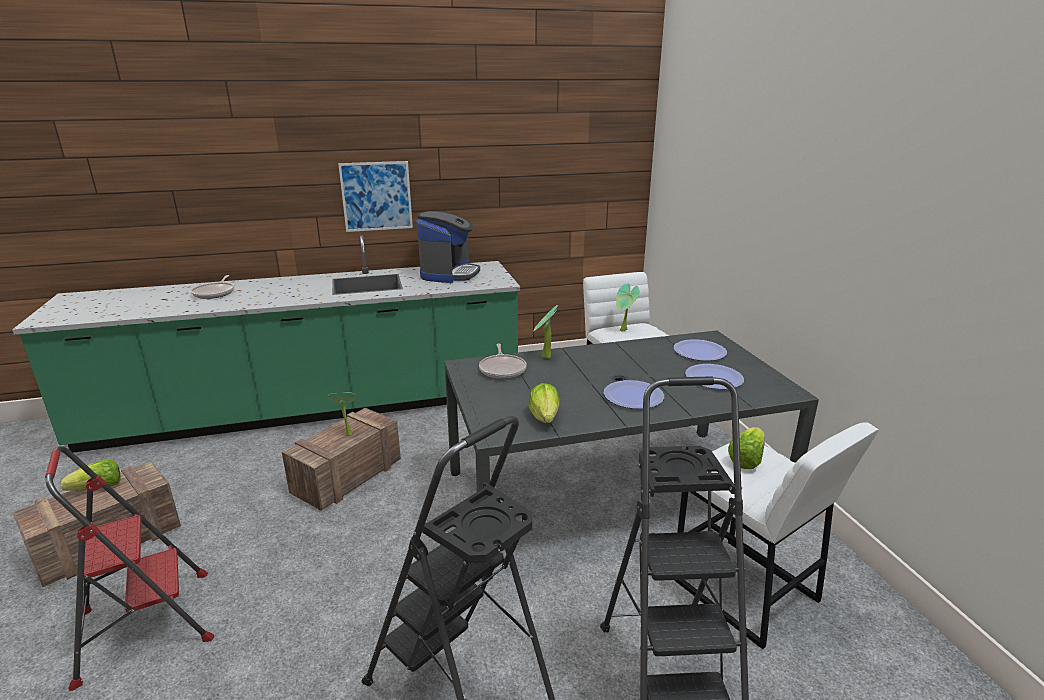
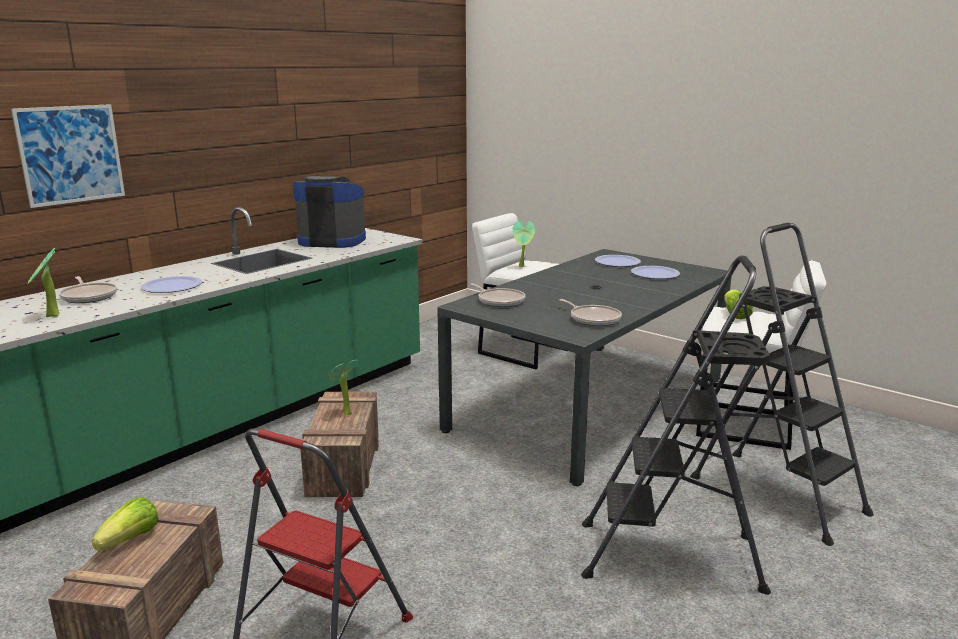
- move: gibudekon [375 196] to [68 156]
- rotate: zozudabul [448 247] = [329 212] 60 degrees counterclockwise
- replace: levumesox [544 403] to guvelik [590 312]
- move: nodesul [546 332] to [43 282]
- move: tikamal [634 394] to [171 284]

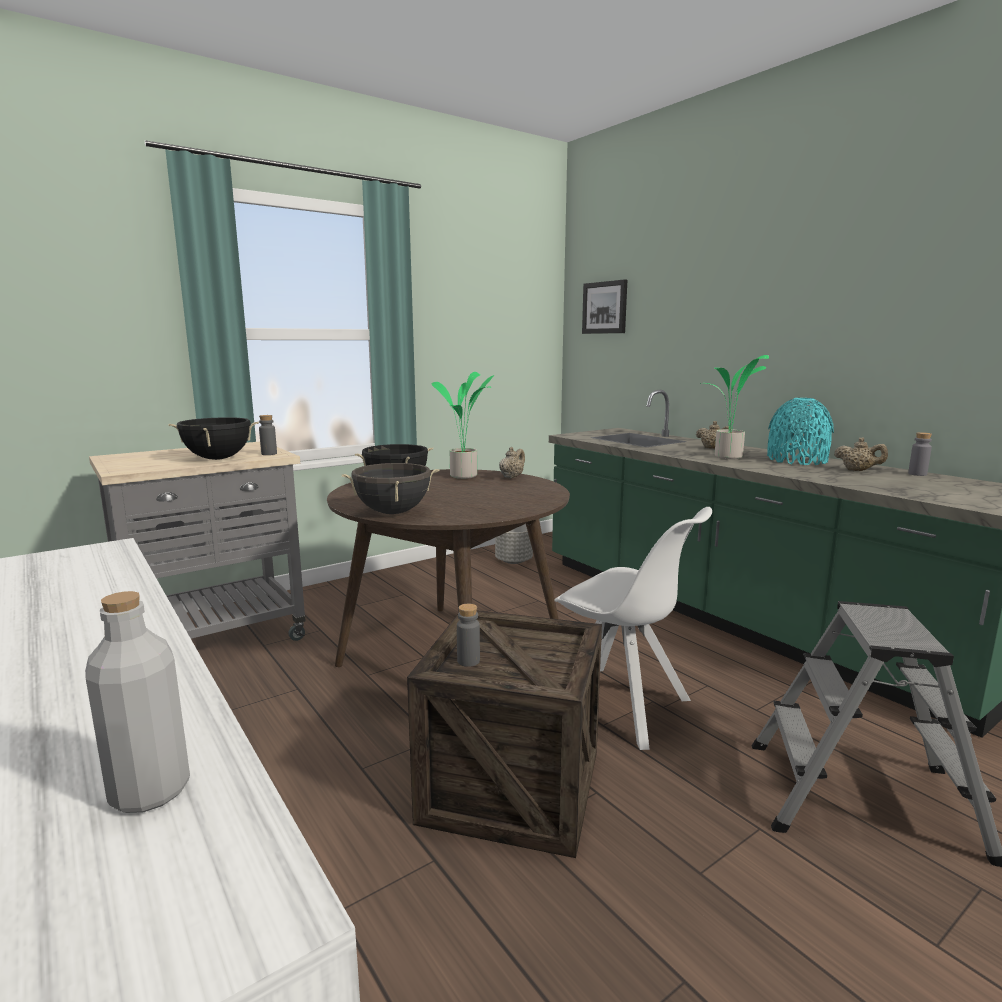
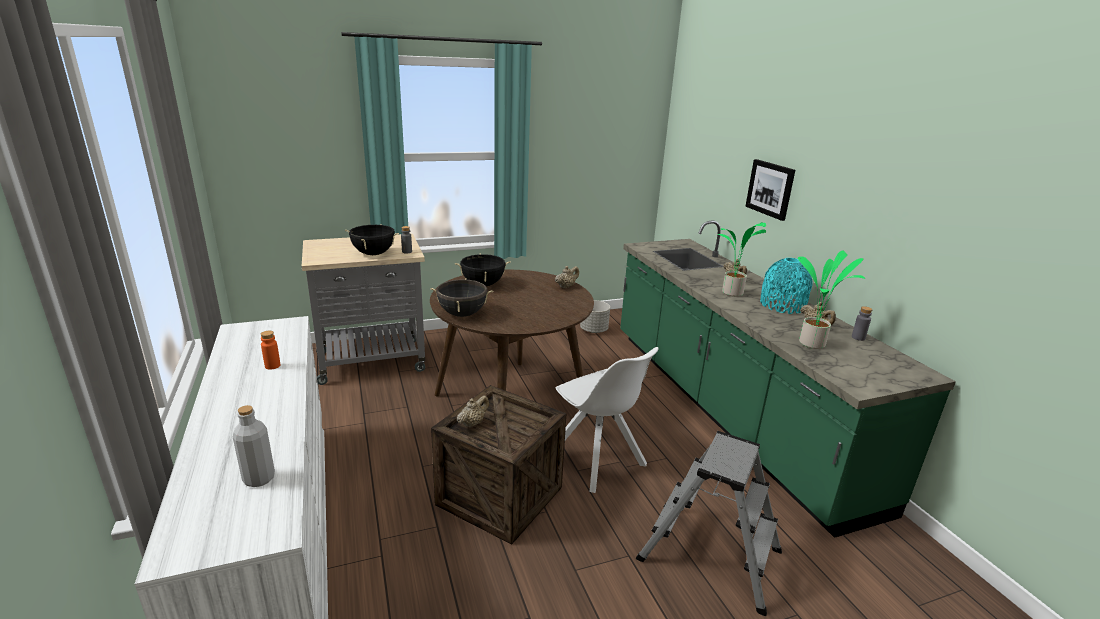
- move: nodesul [463 425] to [831 299]
- replace: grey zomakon [468 635] to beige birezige [473 411]
- move: gibudekon [604 306] to [770 190]
- insert: orange zomakon [271 350]

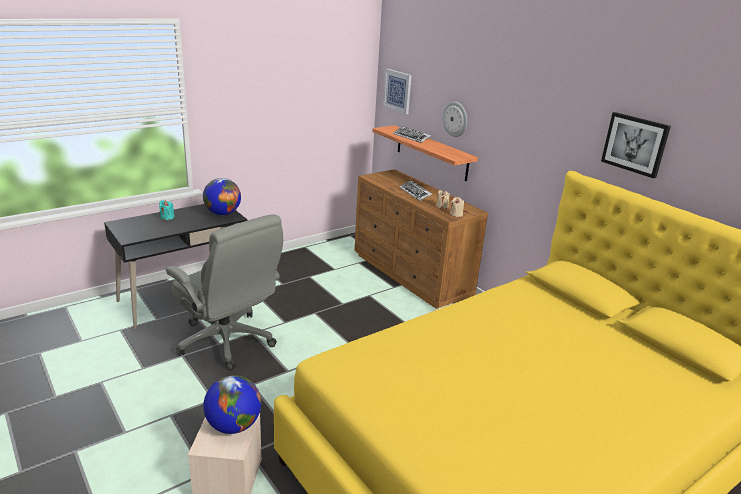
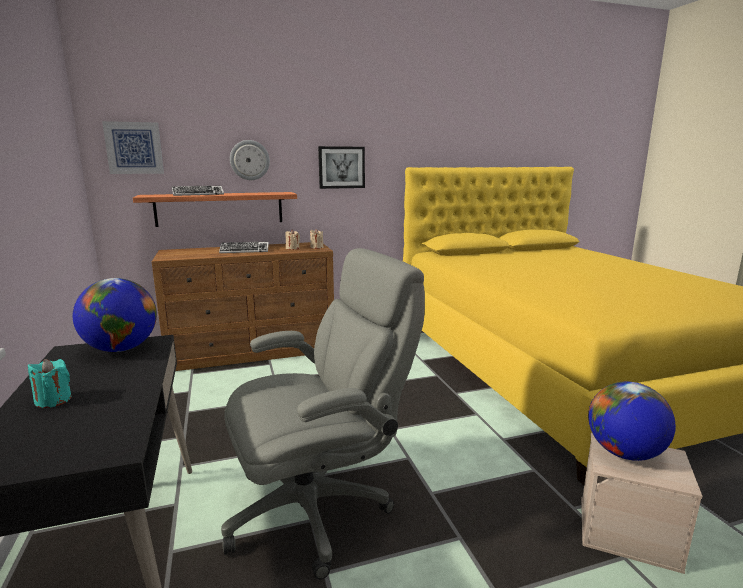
- move: gibudekon [636 145] to [341 167]

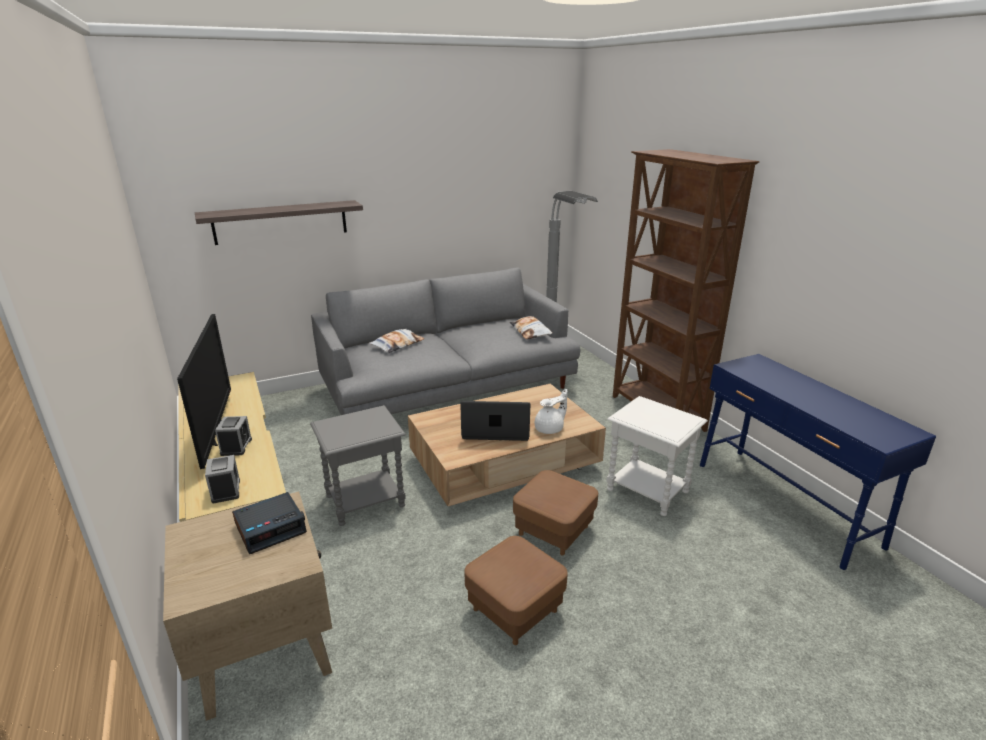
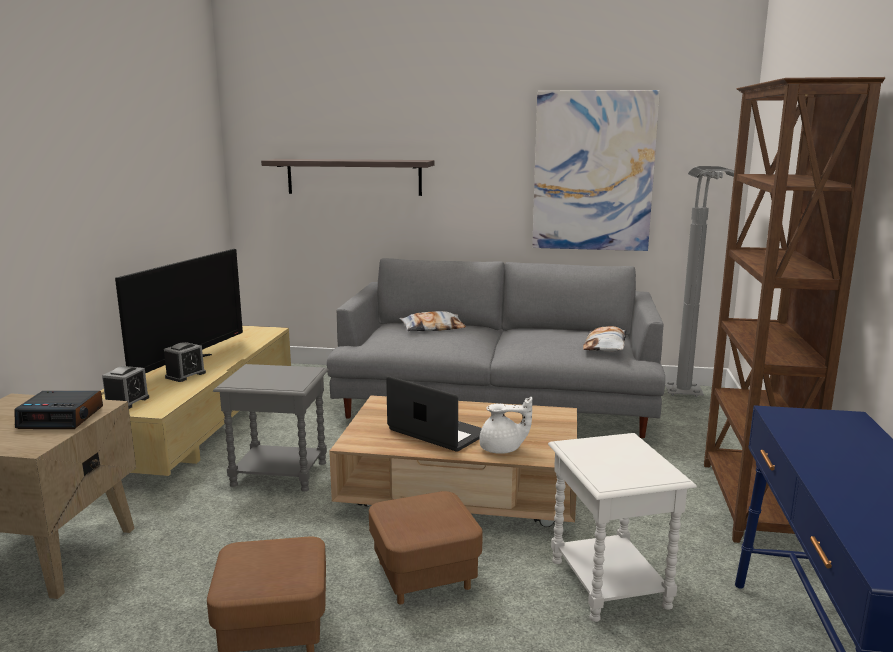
- insert: gibudekon [596 170]

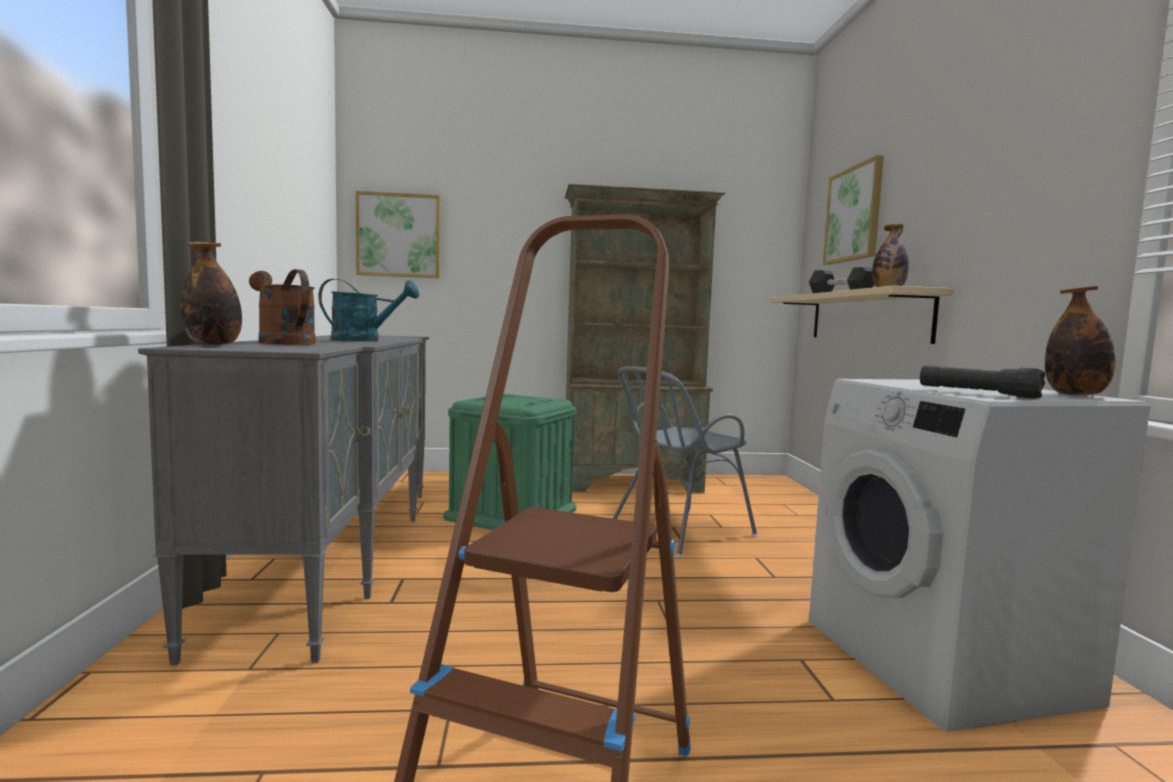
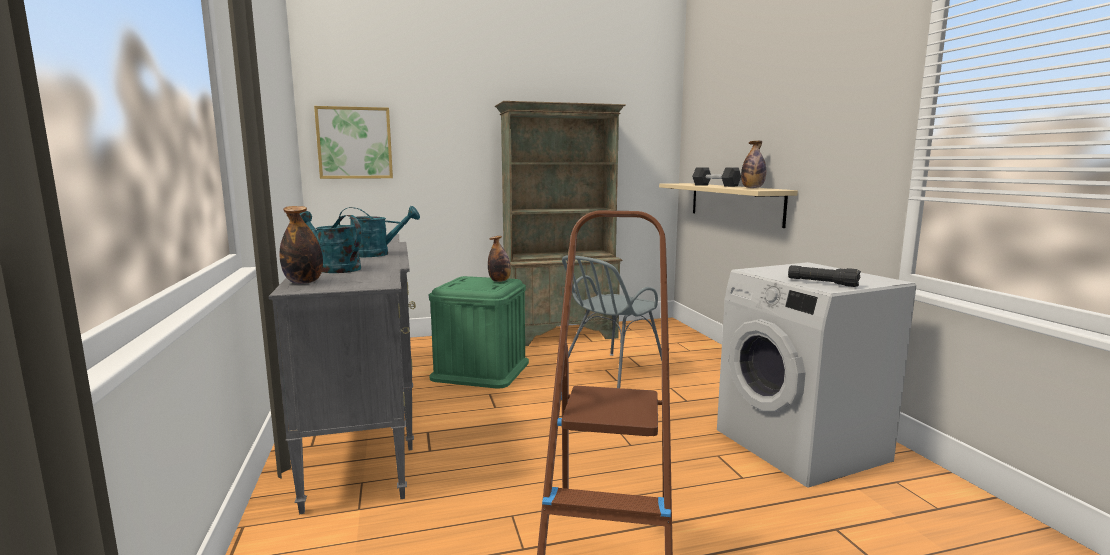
- recolor: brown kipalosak [282 307] to turquoise kipalosak [330 242]
- delete: gibudekon [853 210]
- move: zomakon [1080 340] to [499 259]

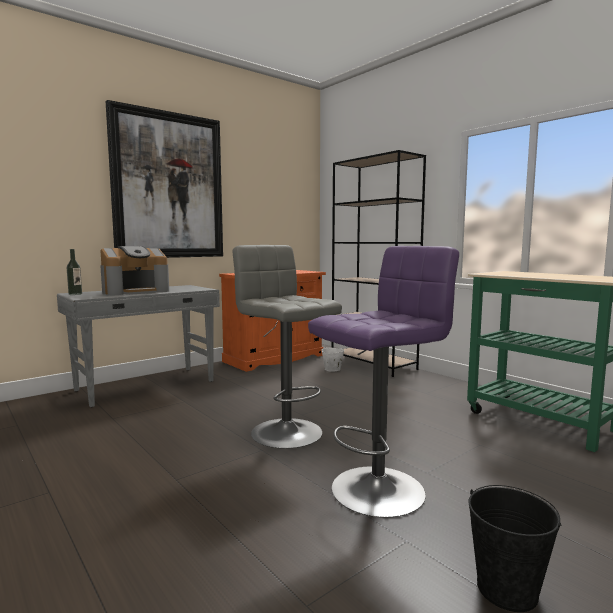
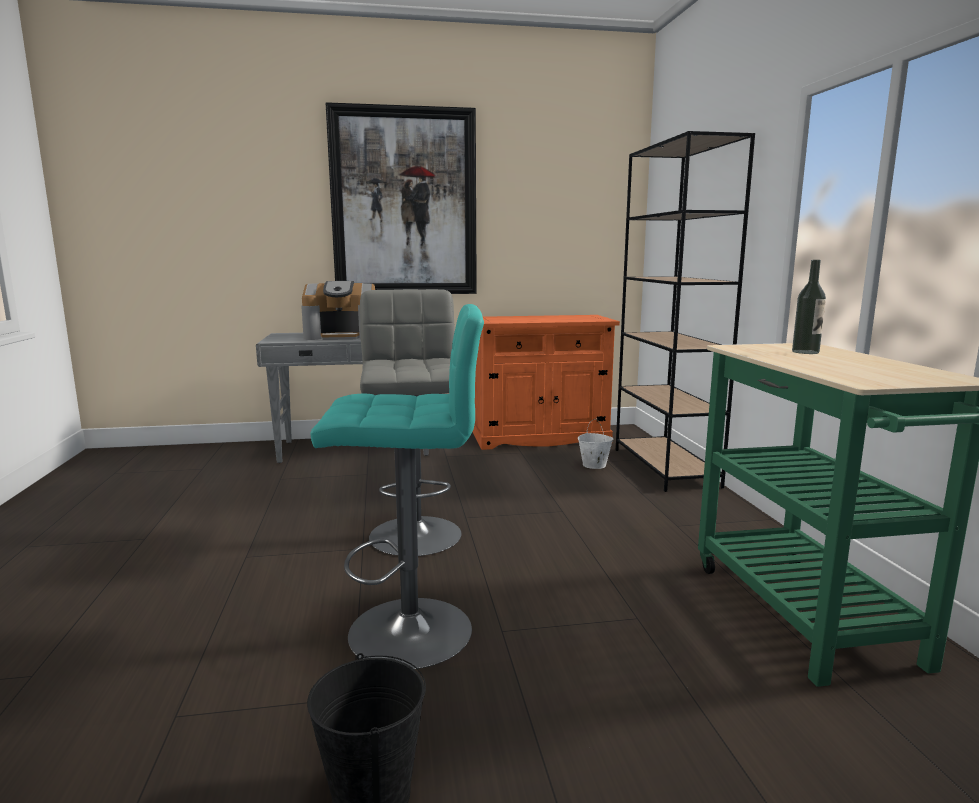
- move: zomakon [74 272] to [809 307]
- recolor: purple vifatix [383 382] to turquoise vifatix [397 486]

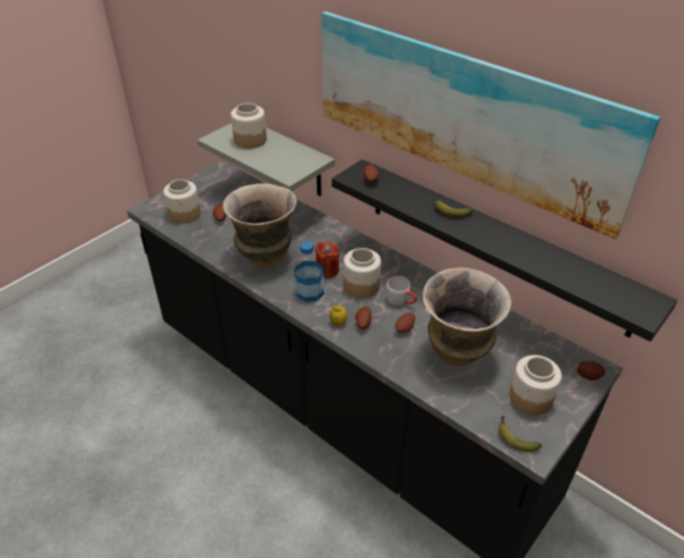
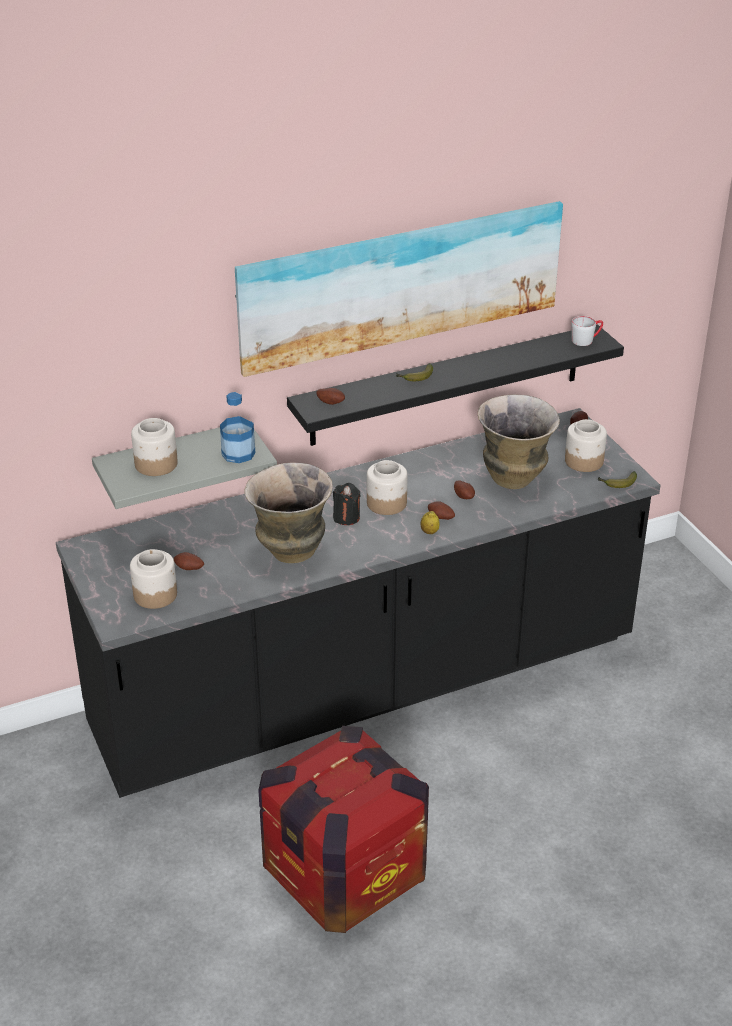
- move: zomakon [309 271] to [237 427]
- recolor: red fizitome [327 259] to black fizitome [347 504]
- move: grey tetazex [401 291] to [587 331]
- insert: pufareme [343 829]

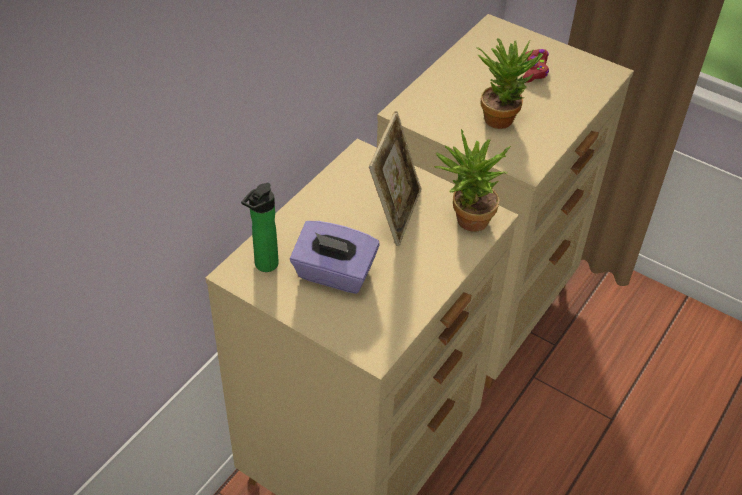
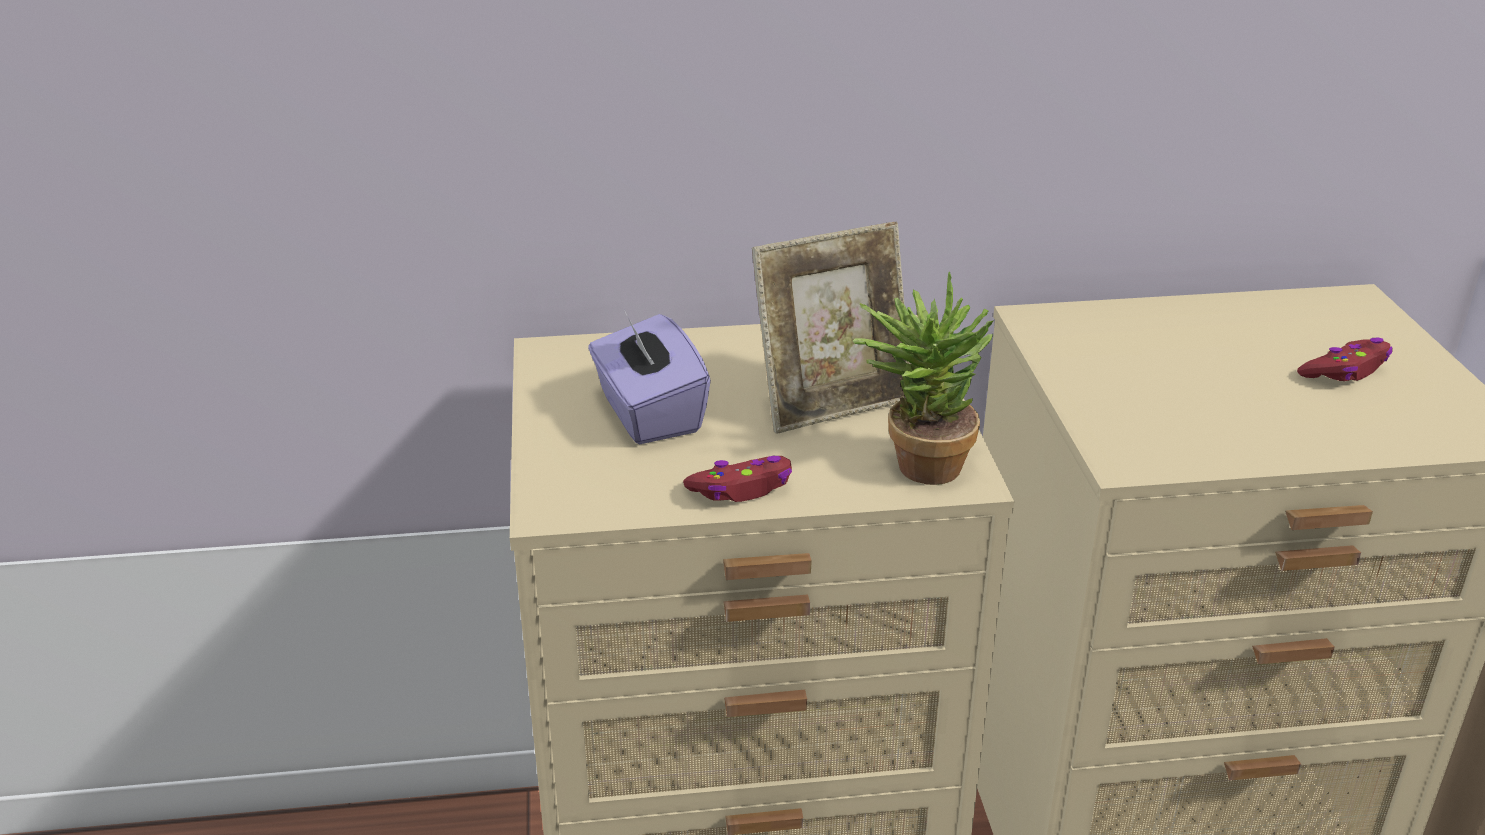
- delete: zomakon [260 227]
- delete: nodesul [509 83]
- insert: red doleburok [737 479]

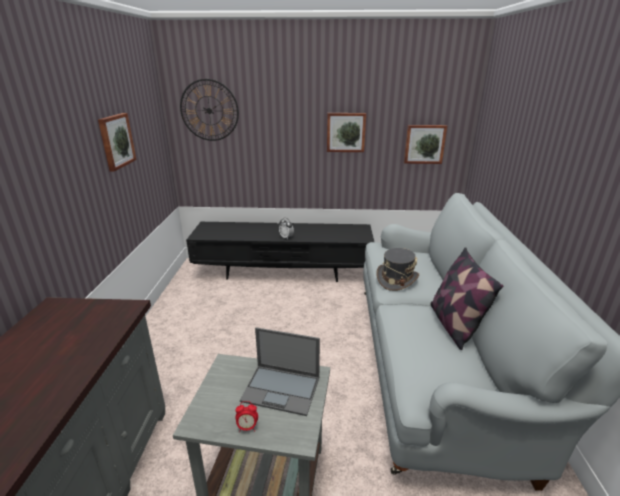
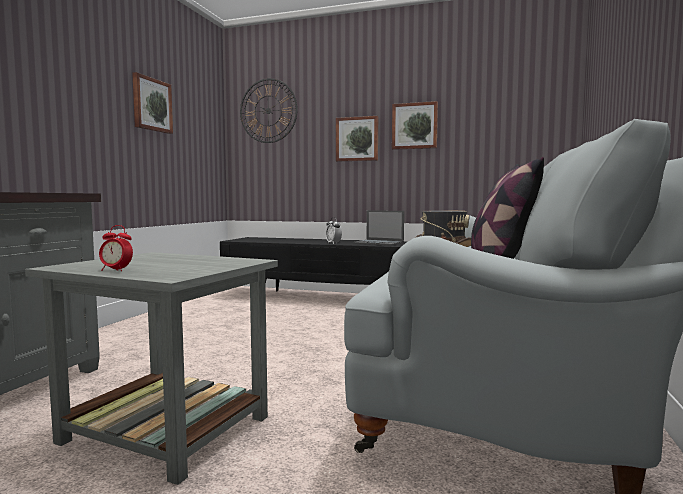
- move: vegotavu [280 371] to [378 228]
- move: gibudekon [425 144] to [357 138]

